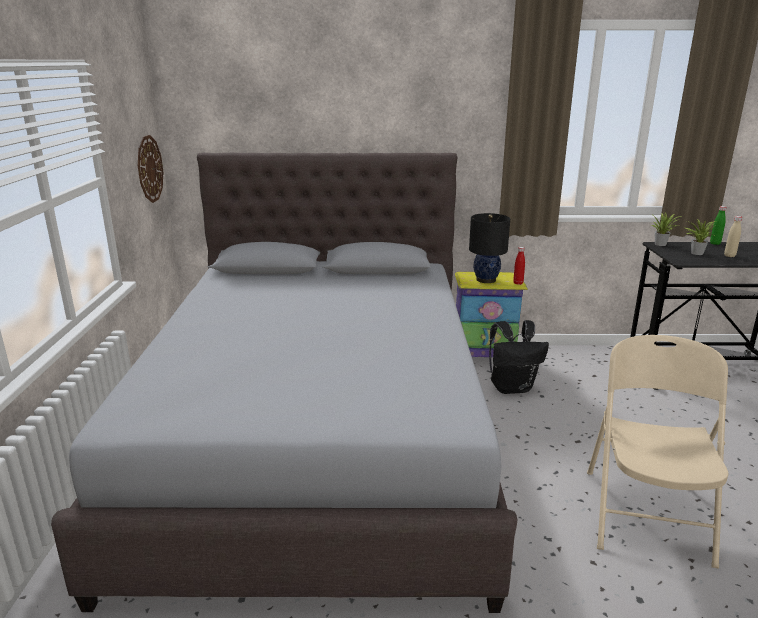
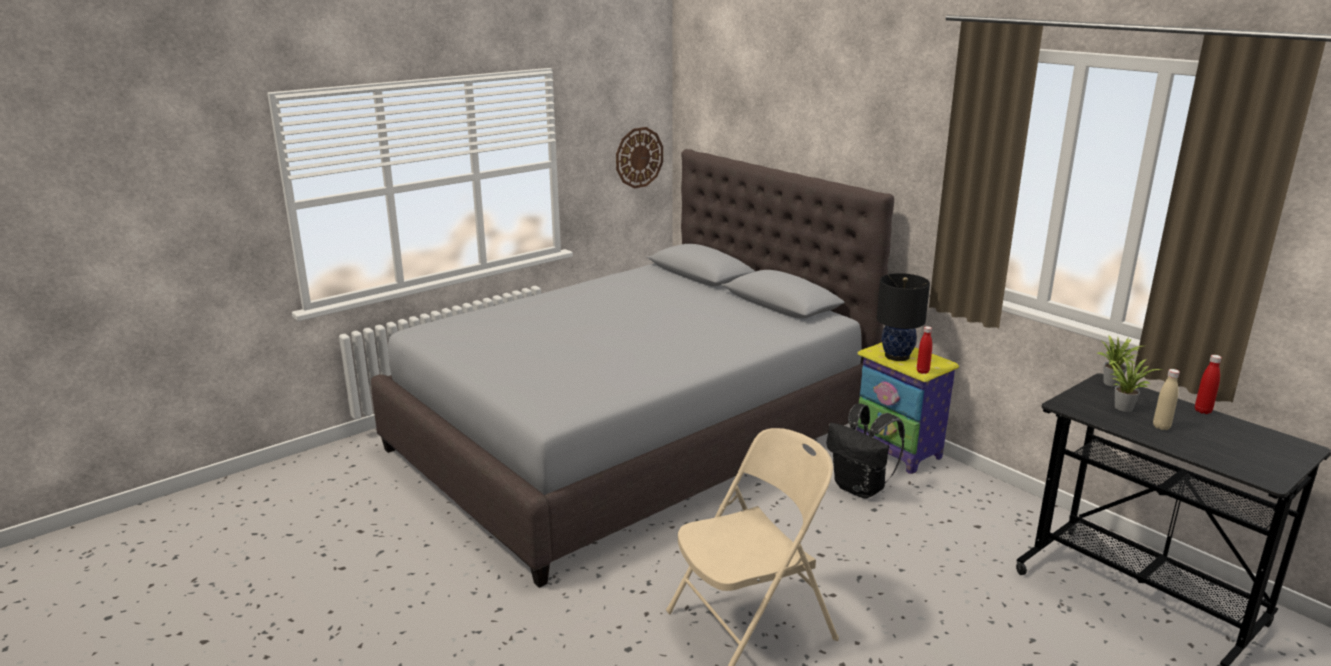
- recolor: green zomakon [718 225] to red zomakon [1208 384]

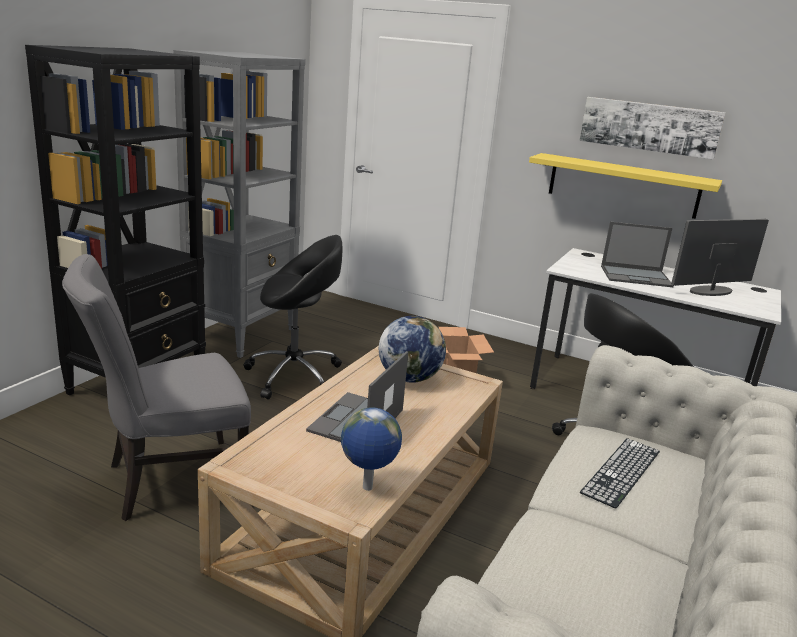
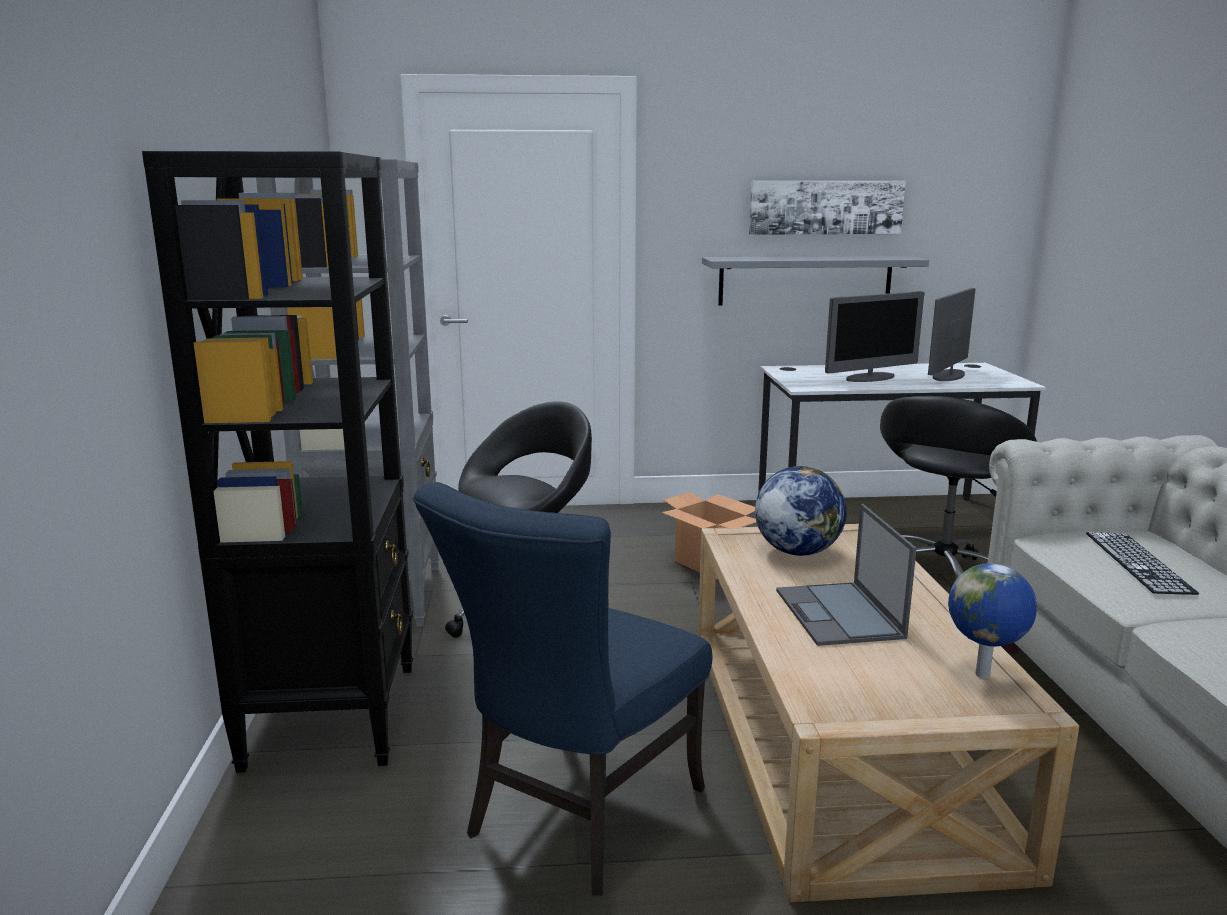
- recolor: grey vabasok [156 387] to blue vabasok [563 689]
- recolor: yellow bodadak [625 186] to grey bodadak [815 281]
- replace: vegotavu [637 254] to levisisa [874 336]

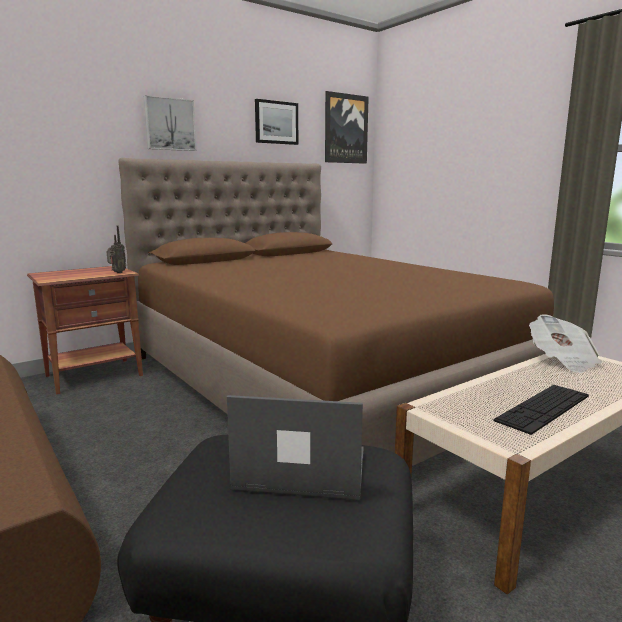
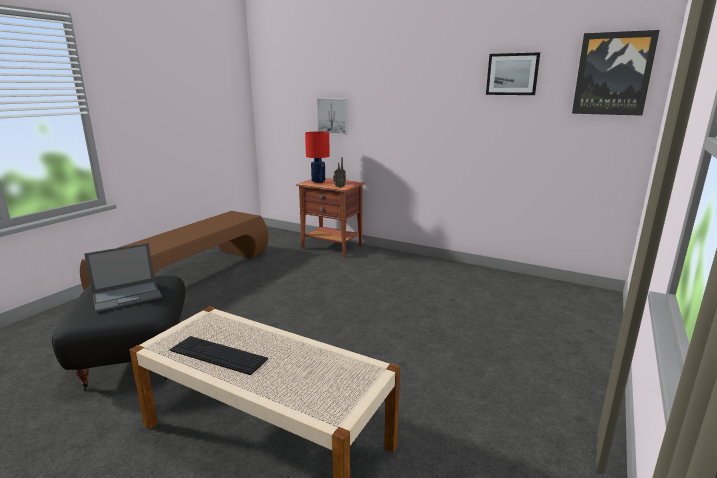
- delete: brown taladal [337 312]
- move: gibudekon [170 123] to [332 116]
- rotate: vegotavu [295 447] = [123 277] 75 degrees clockwise
- delete: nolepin [565 344]
- insert: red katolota [317 157]

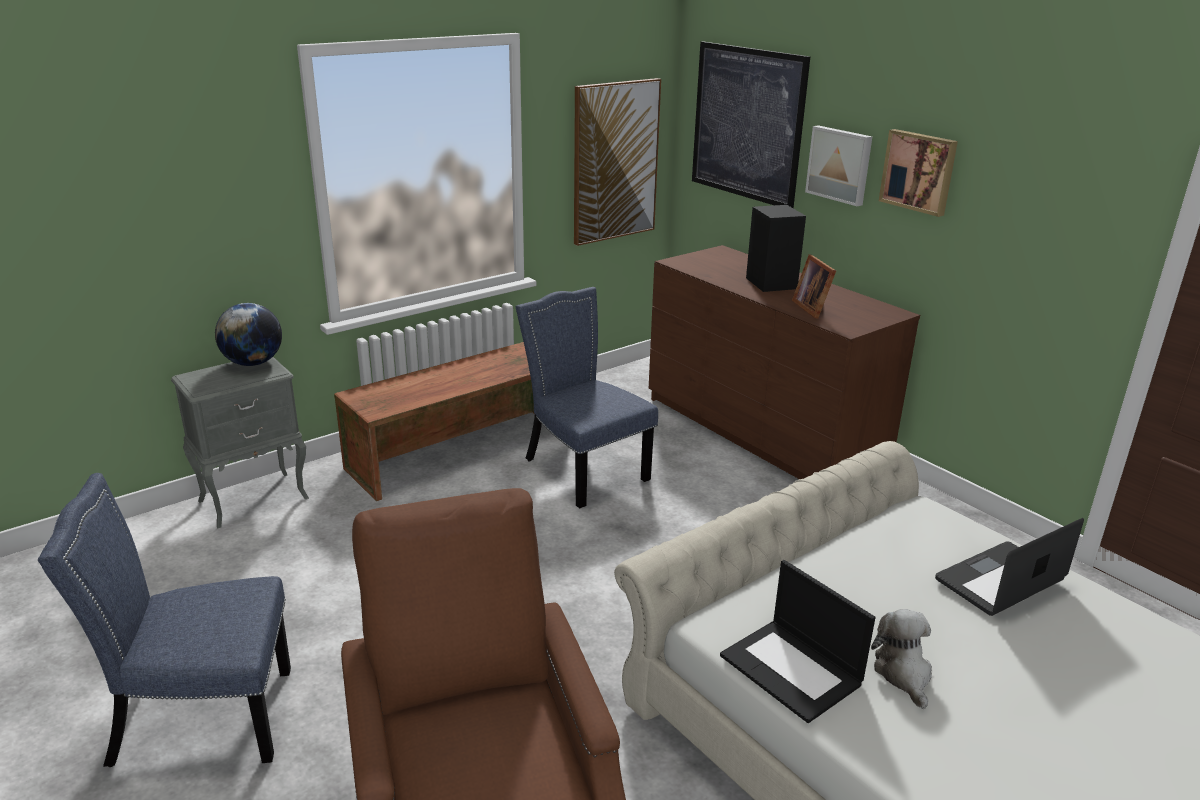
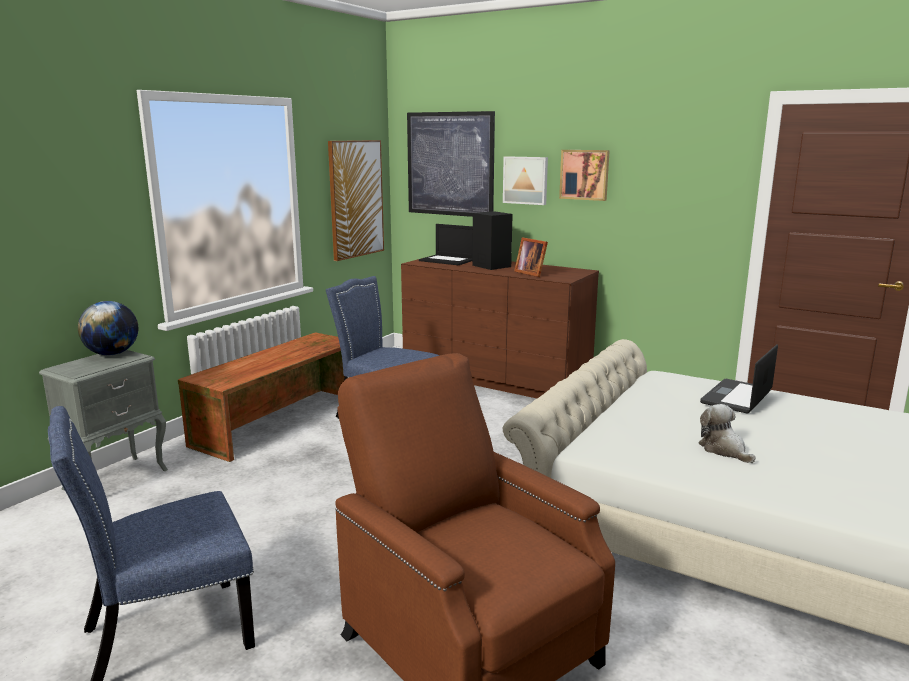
- move: vegotavu [798 641] to [446 244]

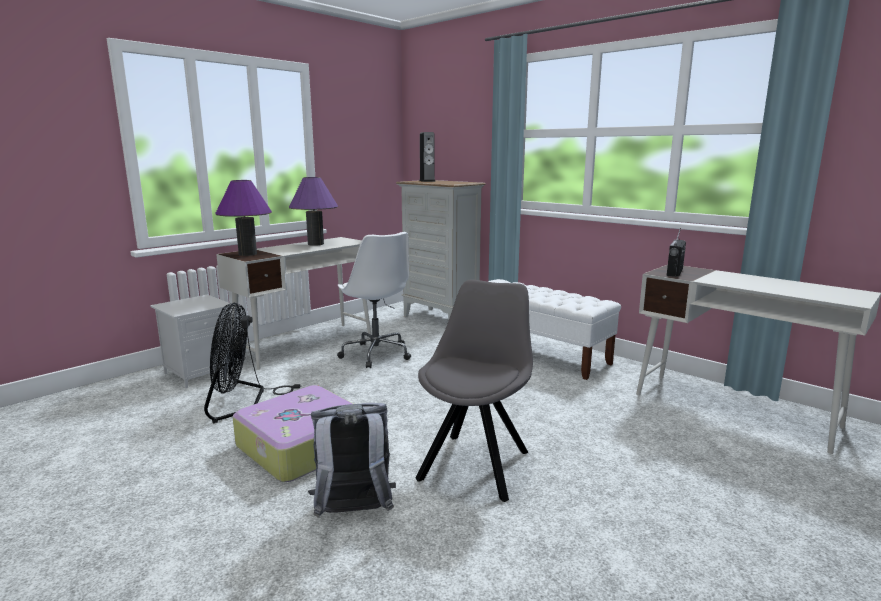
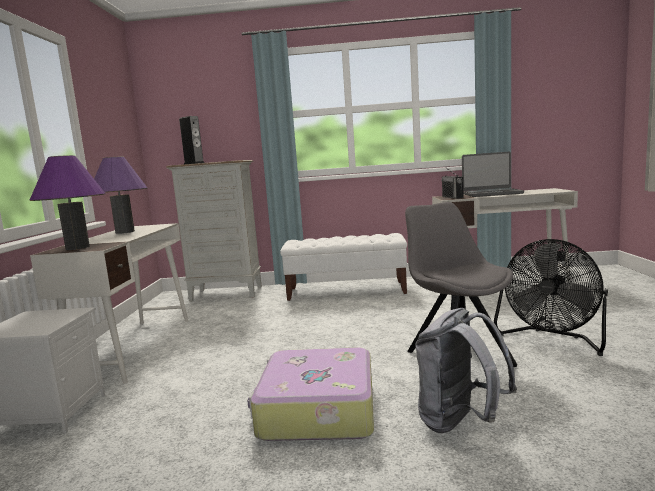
- move: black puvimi [253 363] to [551 297]
- delete: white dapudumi [374 300]
- insert: vegotavu [493 174]

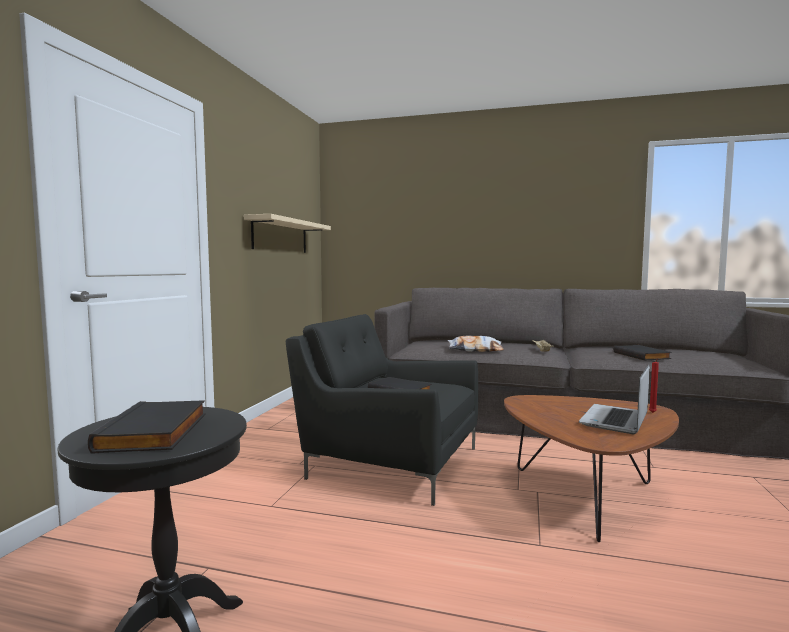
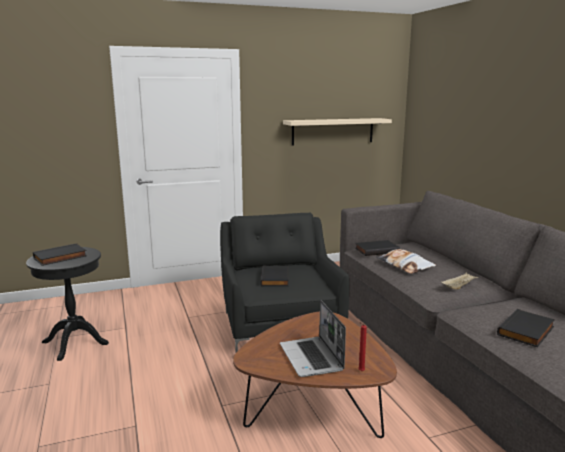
- rotate: vegotavu [614 399] = [313 338] 105 degrees counterclockwise
- insert: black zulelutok [377 248]

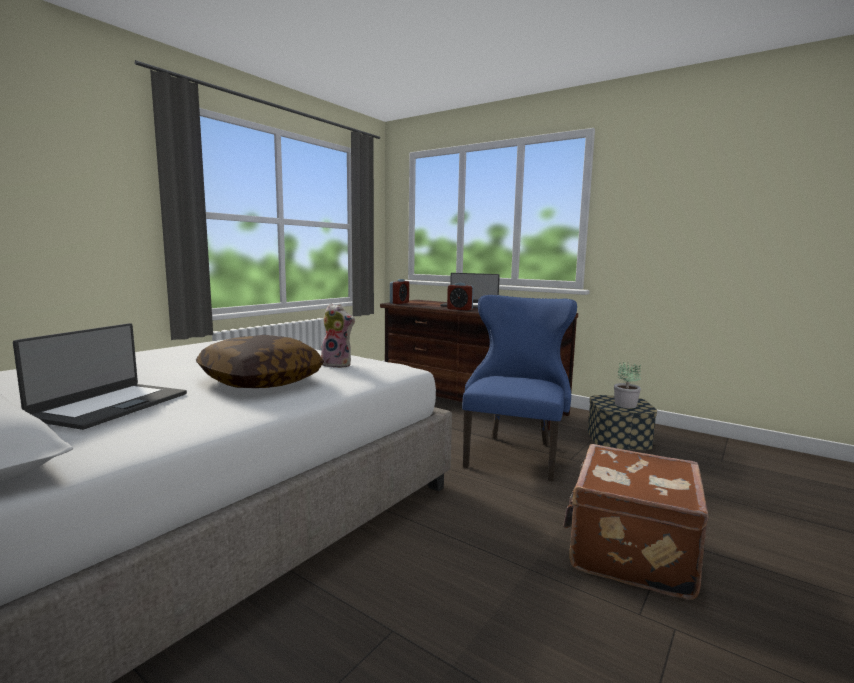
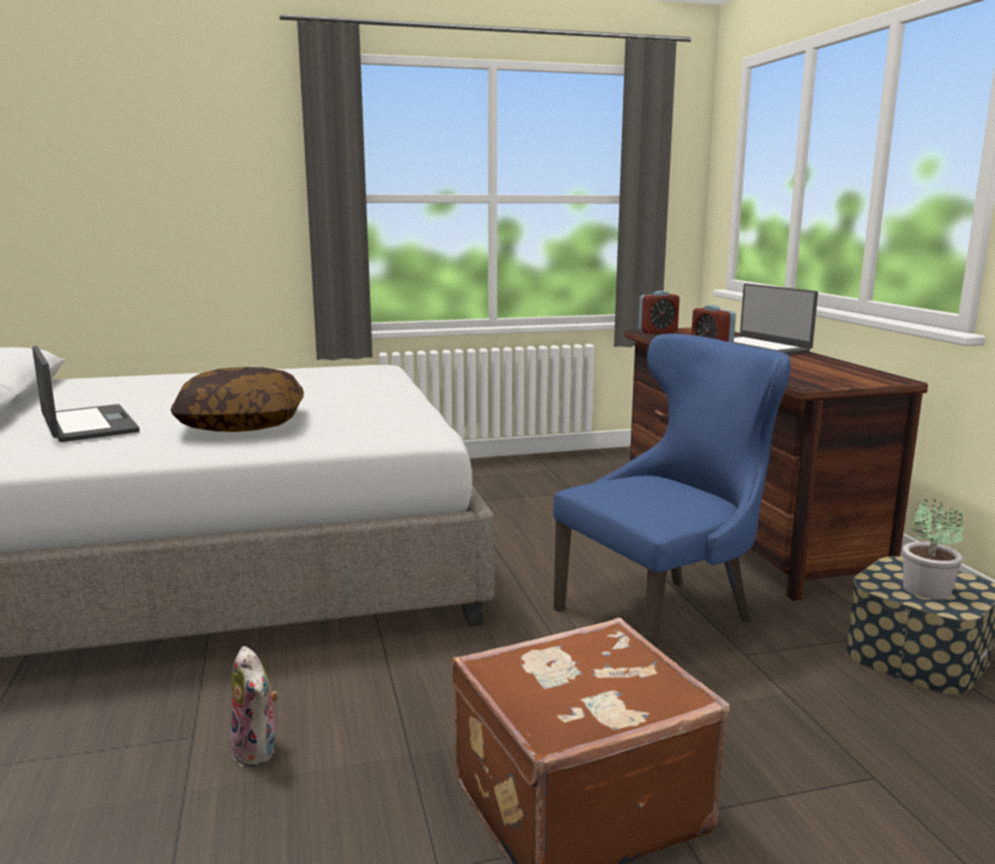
- rotate: vegotavu [100 376] = [86 394] 90 degrees counterclockwise
- move: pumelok [338 336] to [255 706]

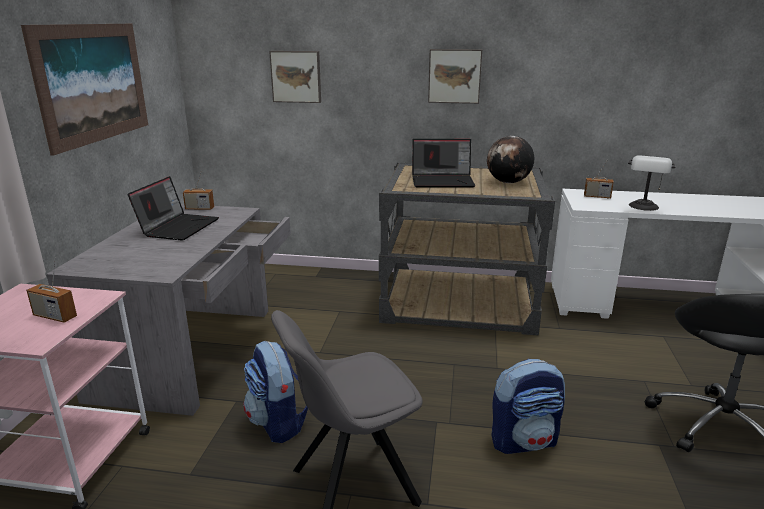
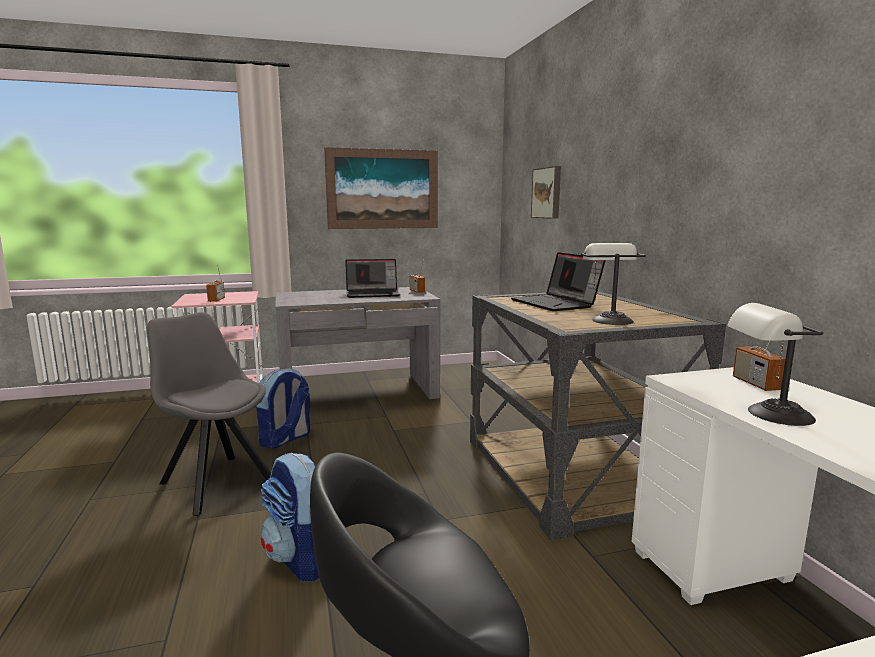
- delete: gibudekon [455 76]
- replace: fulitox [510 159] to katolota [613 284]

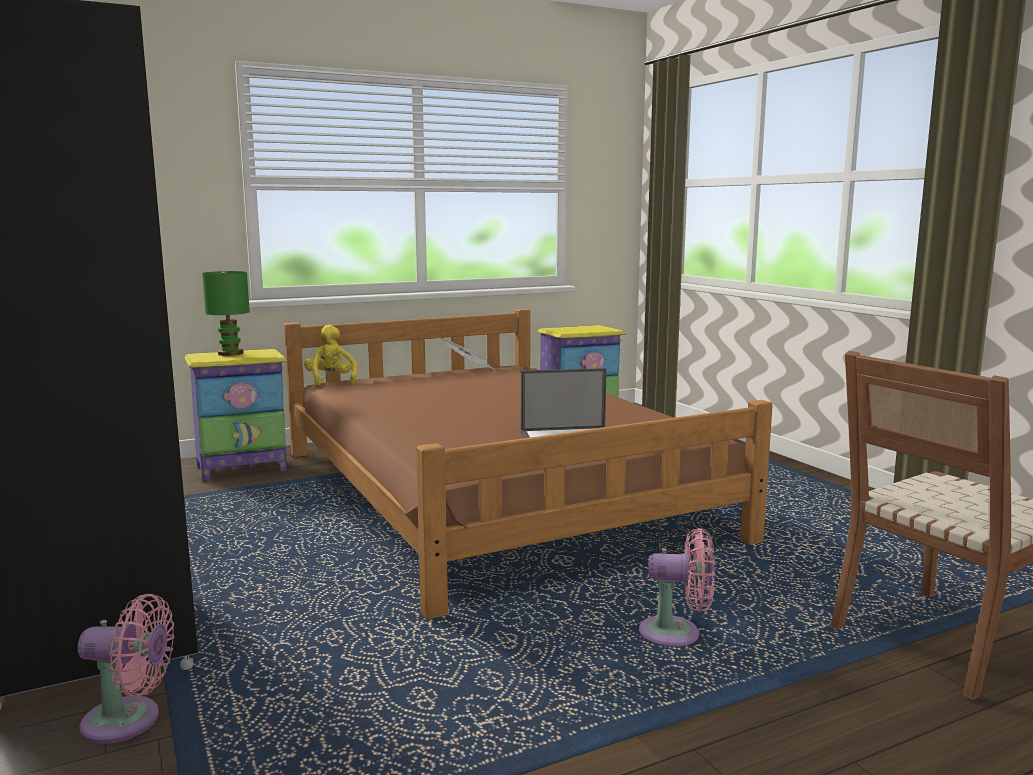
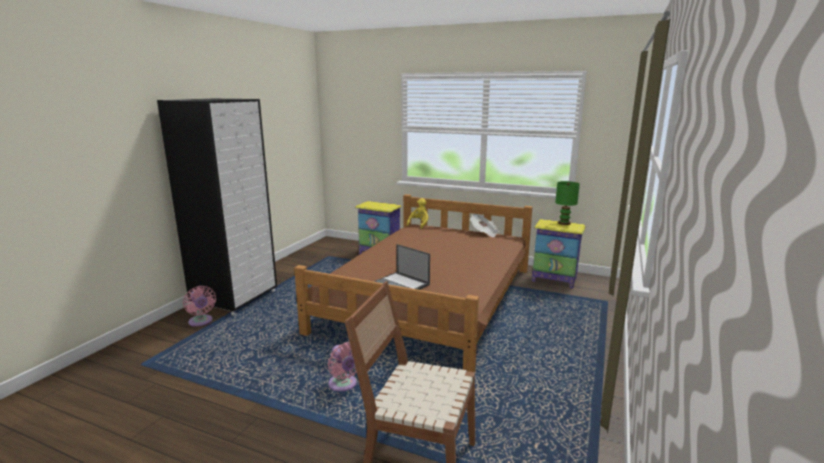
- move: green katolota [226 313] to [567 203]

